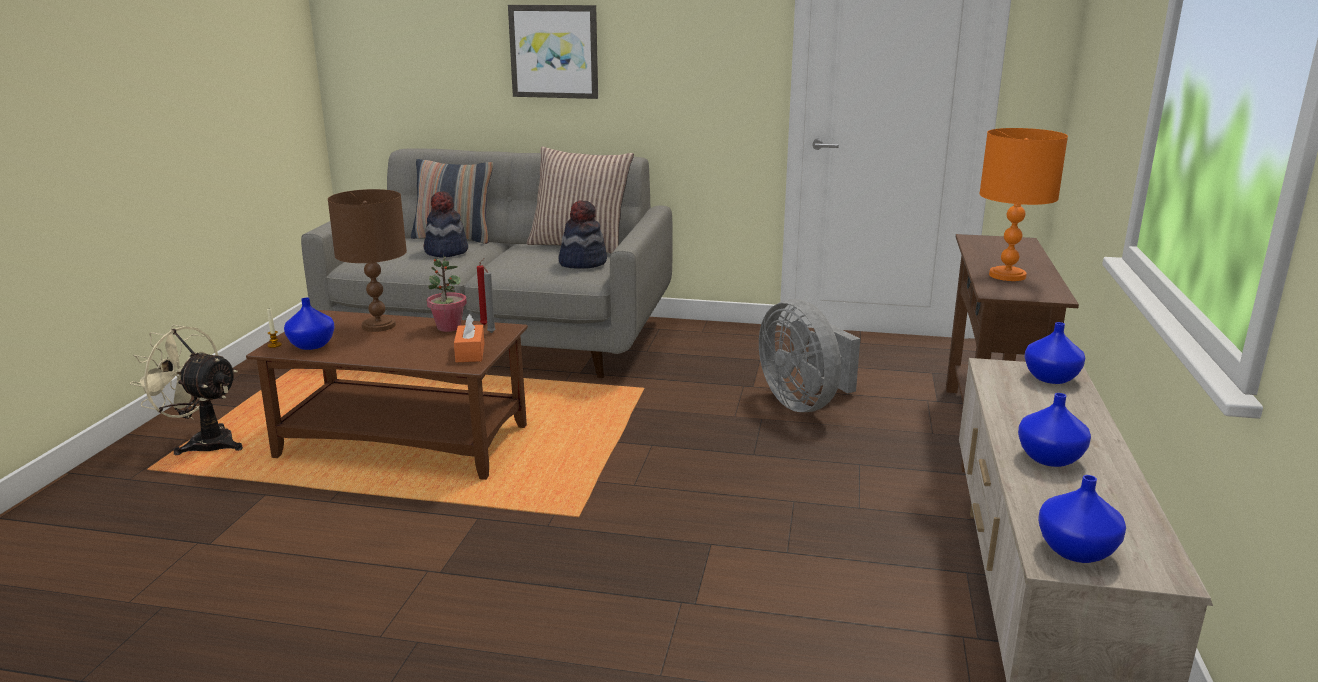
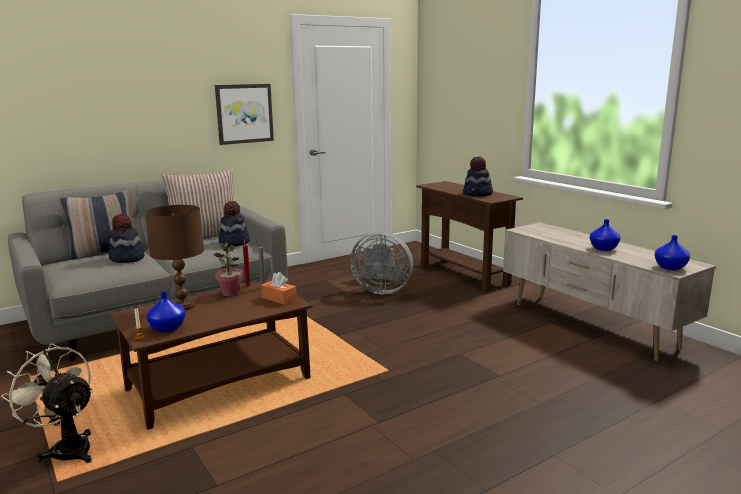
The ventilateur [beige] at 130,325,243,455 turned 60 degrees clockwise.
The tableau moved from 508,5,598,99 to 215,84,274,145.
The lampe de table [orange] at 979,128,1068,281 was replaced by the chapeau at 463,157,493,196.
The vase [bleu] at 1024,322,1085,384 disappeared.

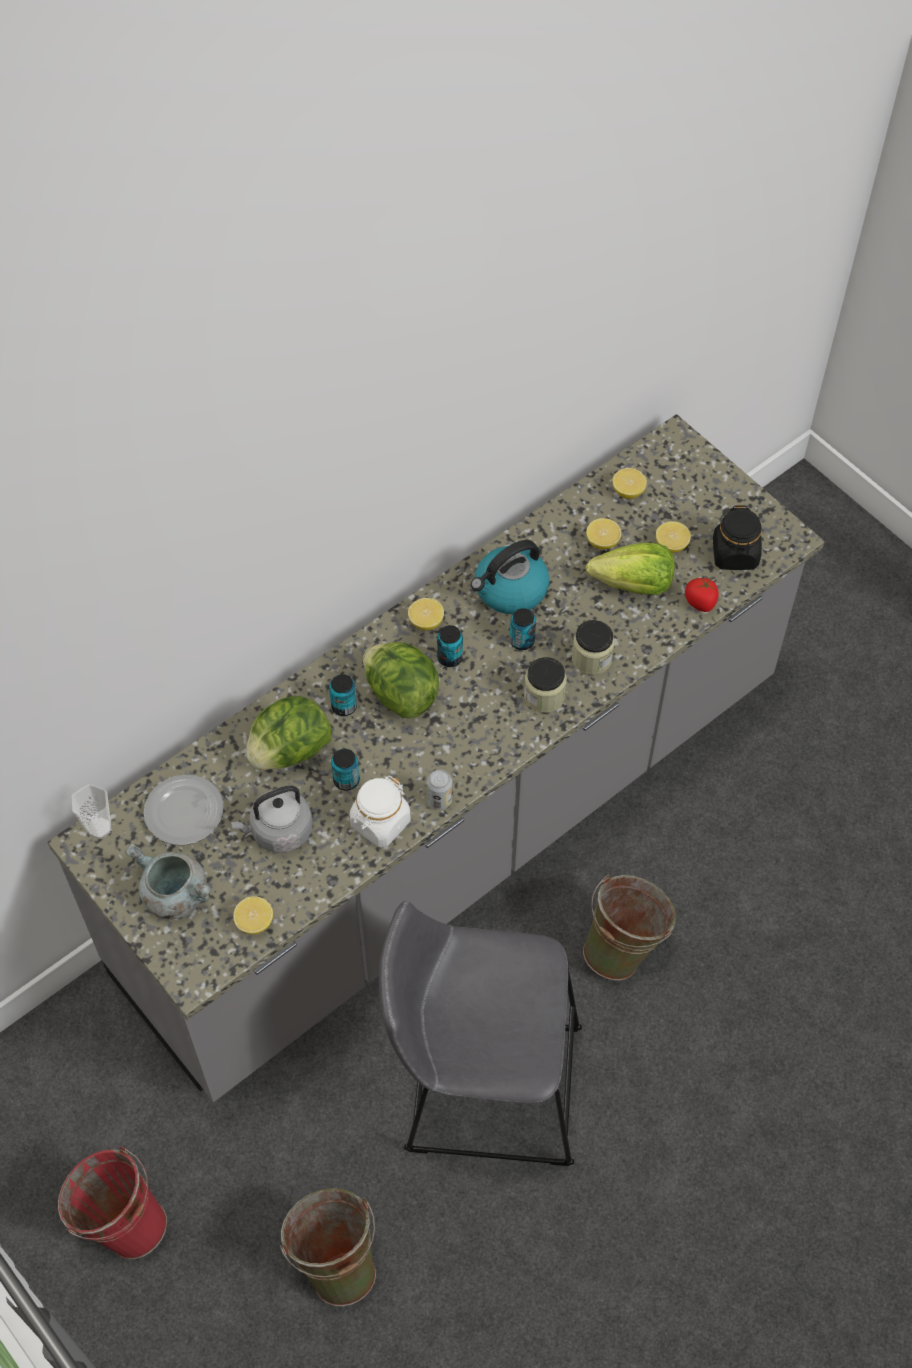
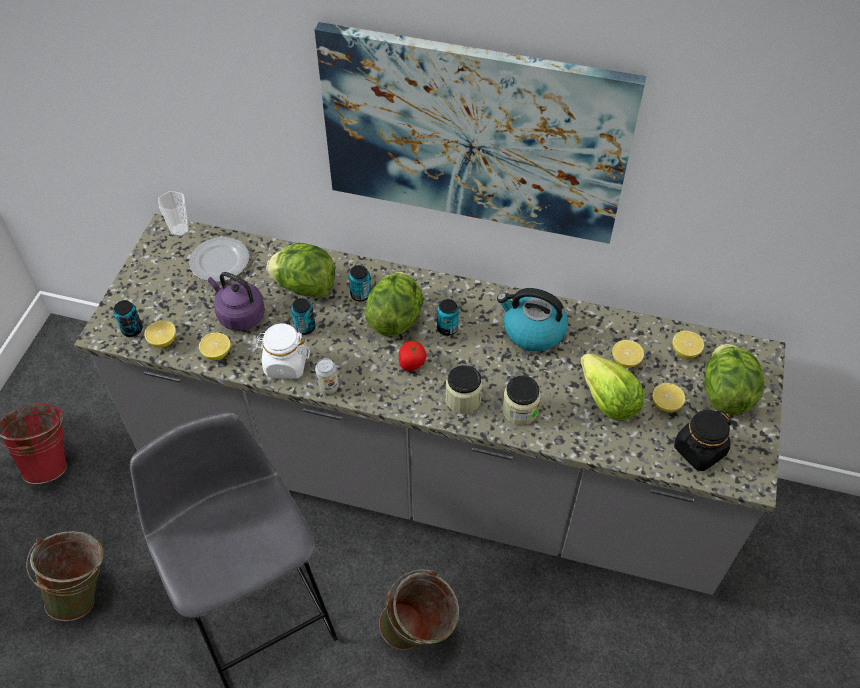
The boîte métallique moved from 510,608,536,650 to 114,300,143,337.
The citron moved from 408,598,444,630 to 199,332,231,360.
The bouilloire [gris] at 230,785,313,853 became the bouilloire [violet] at 208,272,265,331.
The tableau at 315,22,646,244 appeared.
The tomate moved from 685,578,719,612 to 399,341,426,371.
The laitue at 704,344,765,415 appeared.
The marmite [gris] at 125,843,212,920 disappeared.

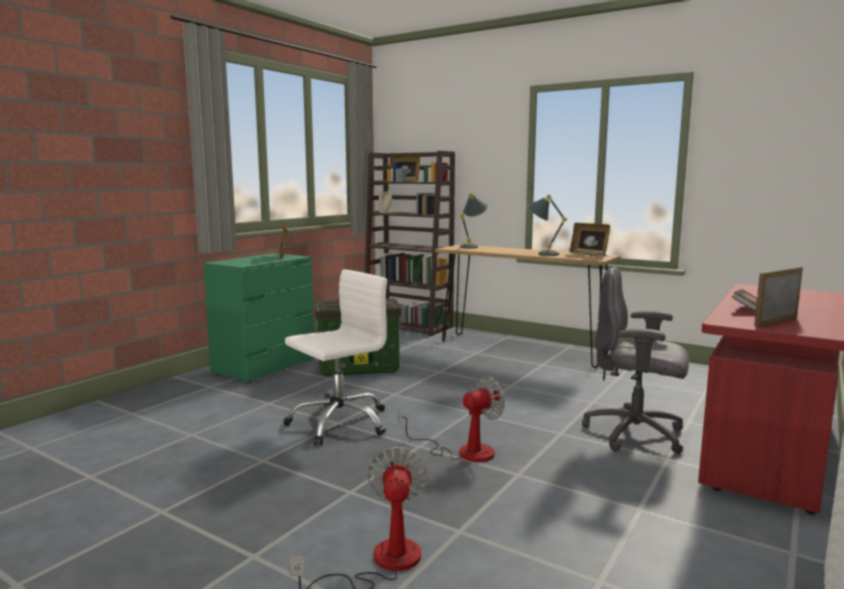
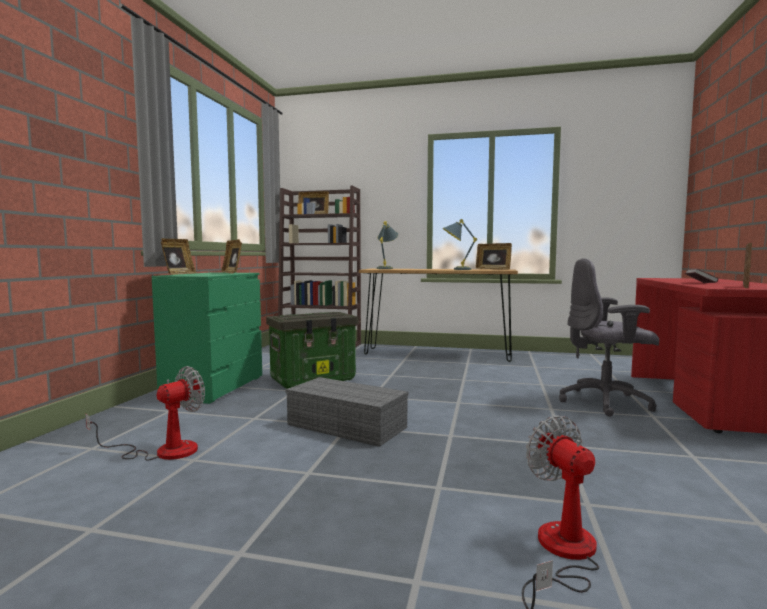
The ventilateur moved from 398,376,505,462 to 85,366,205,461.
The cadre photo at 161,238,197,275 appeared.
The chaise de bureau [blanc] at 283,269,387,445 was replaced by the boîte de rangement [gris] at 285,377,408,447.

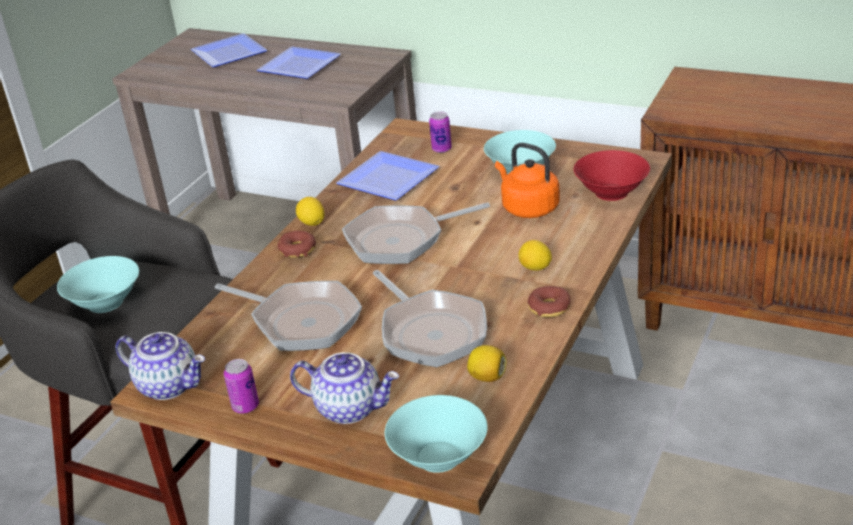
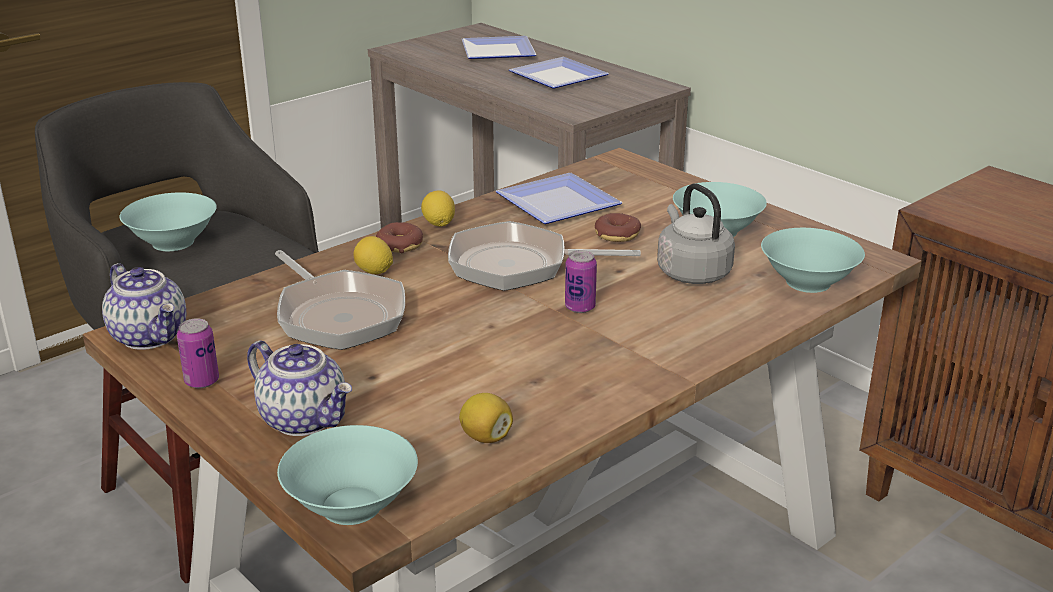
The citron moved from 518,240,552,271 to 354,236,393,274.
The boîte métallique moved from 429,111,452,153 to 565,250,597,313.
The beignet moved from 527,286,571,318 to 595,213,641,242.
The bouilloire [orange] at 495,143,560,218 became the bouilloire [gris] at 657,183,735,284.
The bol [rouge] at 574,150,650,201 became the bol [turquoise] at 761,228,865,293.
The poêle at 373,270,487,367 disappeared.

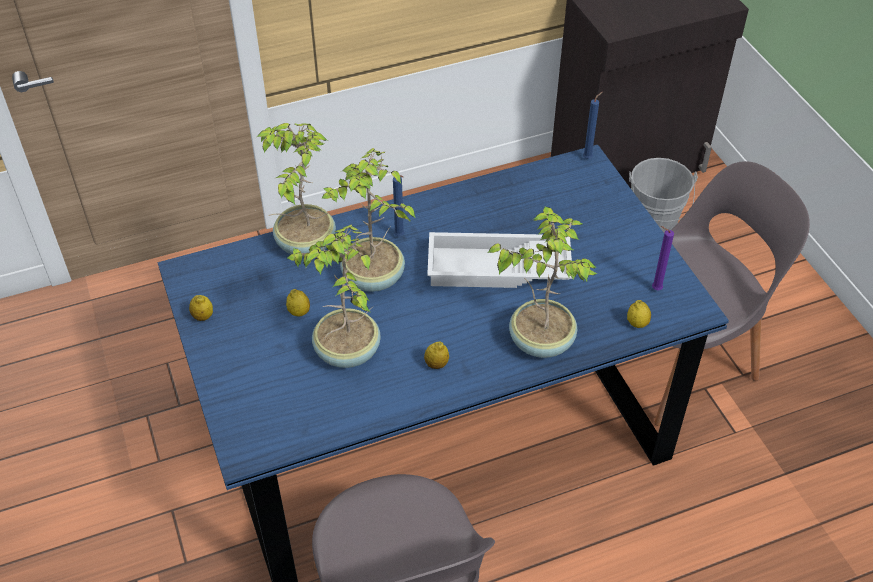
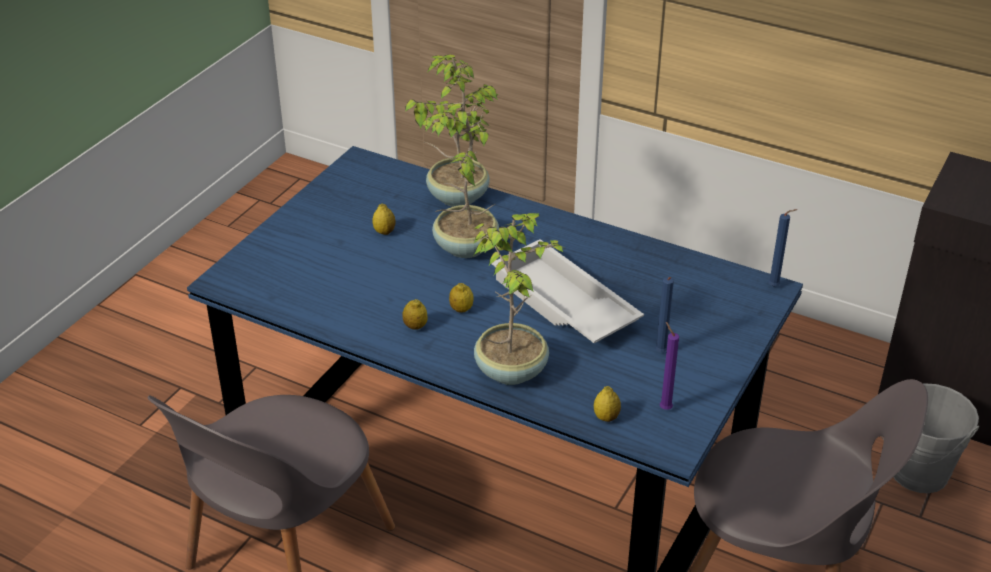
The citron moved from 189,295,213,321 to 449,283,474,312.
The bougie [bleu] moved from 393,175,405,236 to 655,277,674,352.
The plante en pot at 288,224,381,368 disappeared.

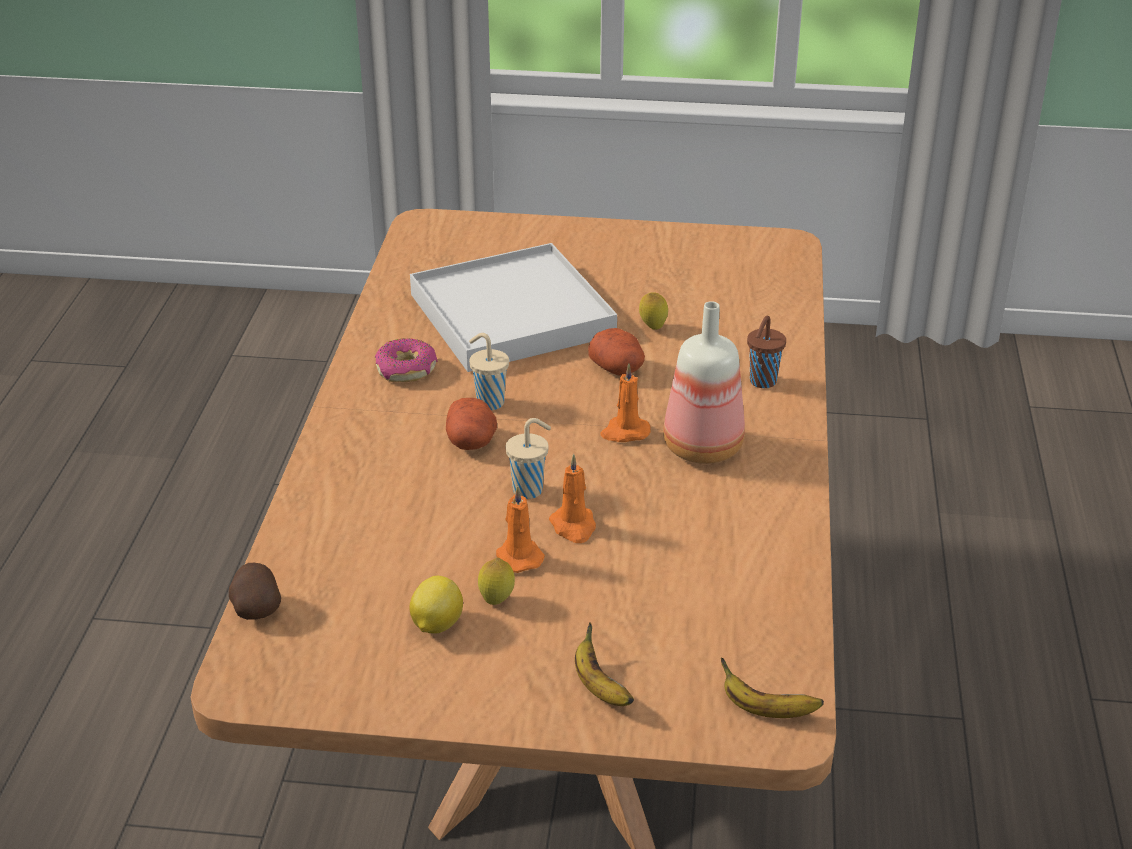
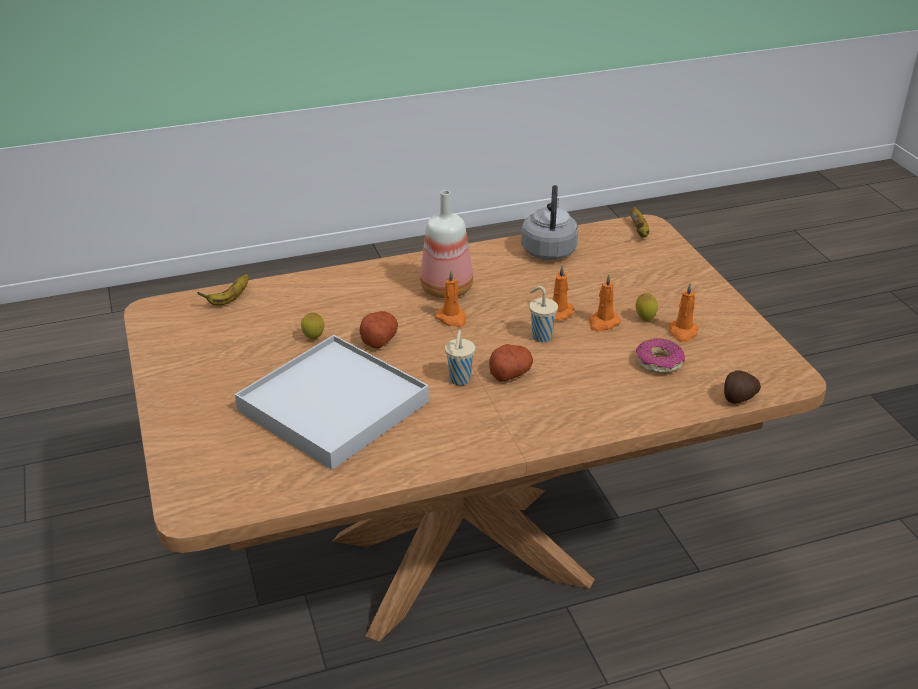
The banane moved from 575,622,634,706 to 197,274,249,306.
The bouilloire [gris] at 521,185,578,260 appeared.
The beignet moved from 375,338,437,382 to 636,338,685,374.
The citron at 410,576,463,634 was replaced by the bougie [orange] at 669,283,699,342.
The tasse [marron] at 747,316,786,388 disappeared.

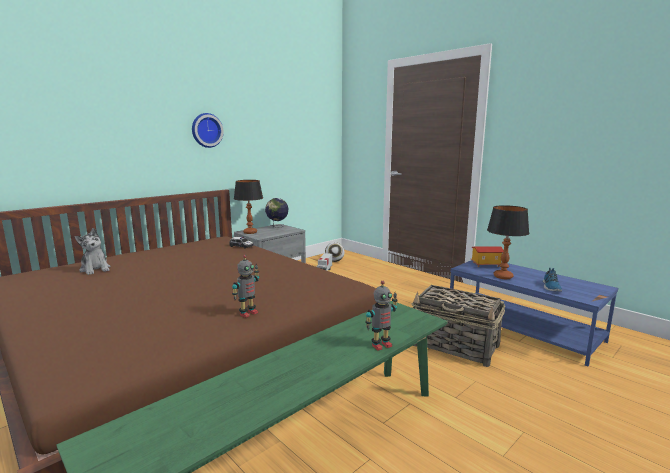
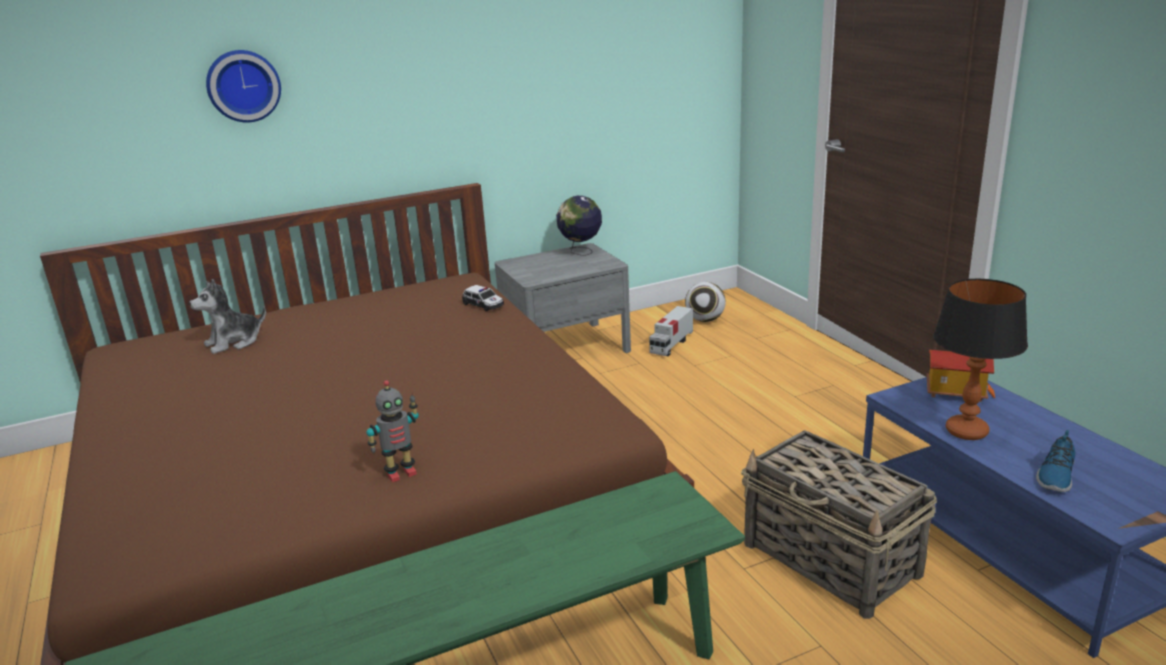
The peluche at 75,228,110,275 turned 75 degrees clockwise.
The horloge murale moved from 192,113,224,148 to 206,50,281,123.
The lampe de table at 234,180,263,234 disappeared.
The robot jouet at 365,281,398,351 disappeared.

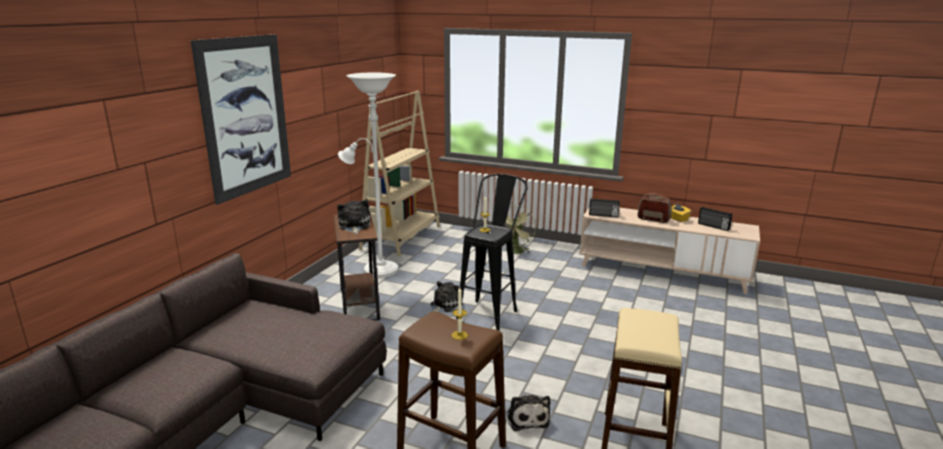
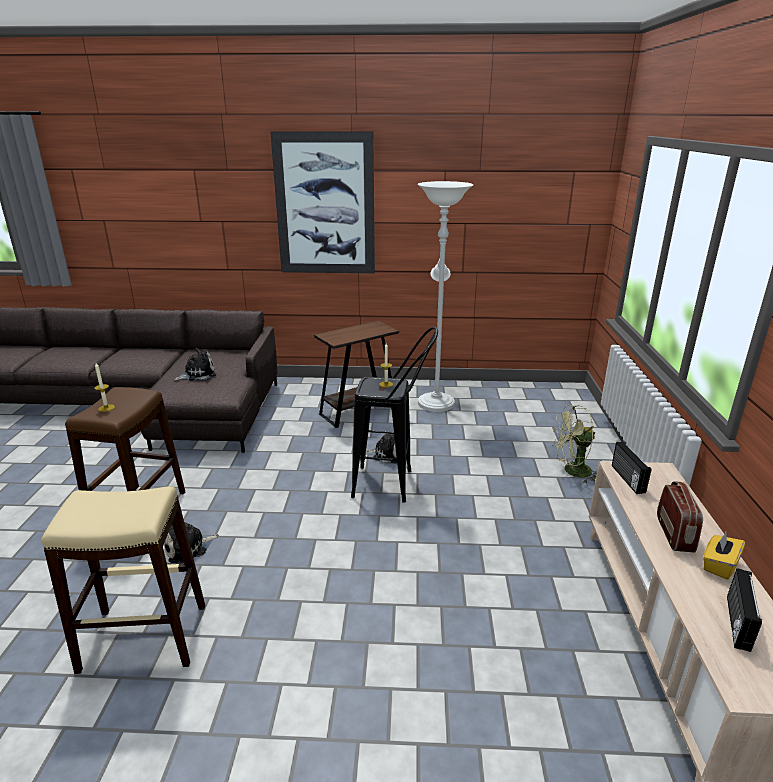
The peluche moved from 337,200,371,234 to 174,348,216,381.
The bibliothèque [beige] at 359,91,440,257 disappeared.

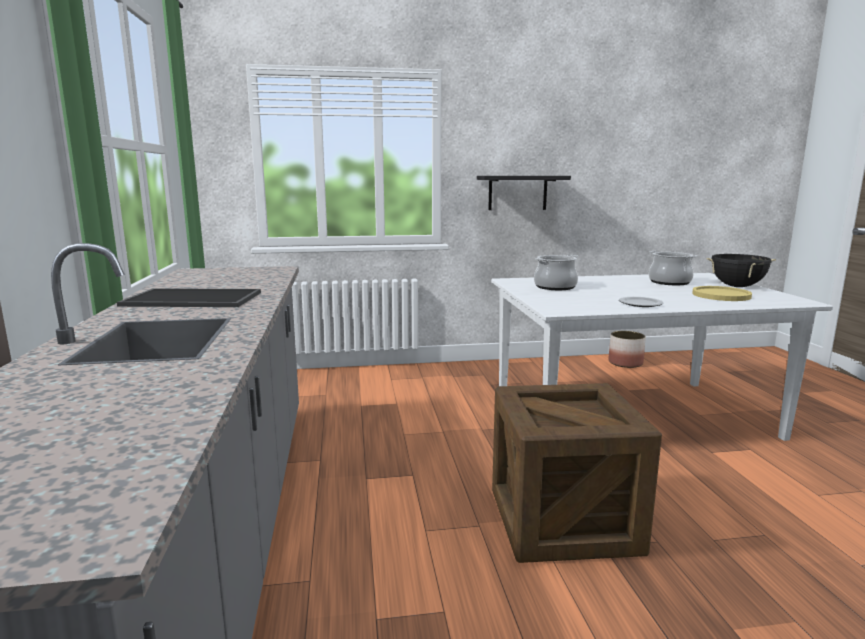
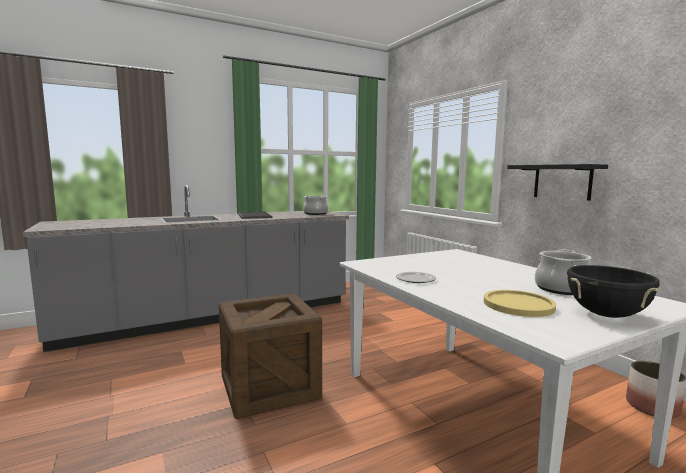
The marmite moved from 534,255,578,290 to 303,195,328,215.

